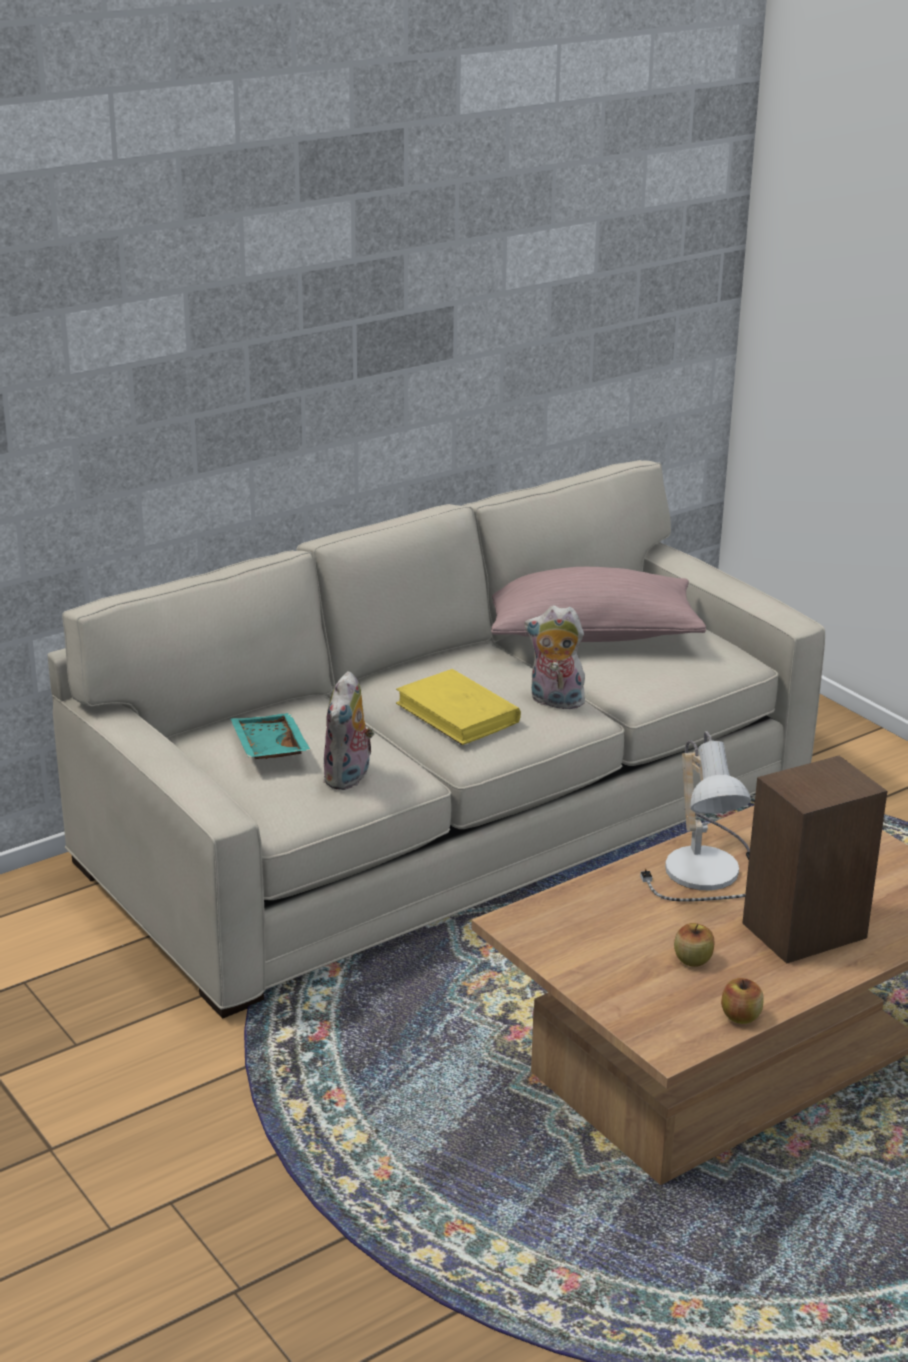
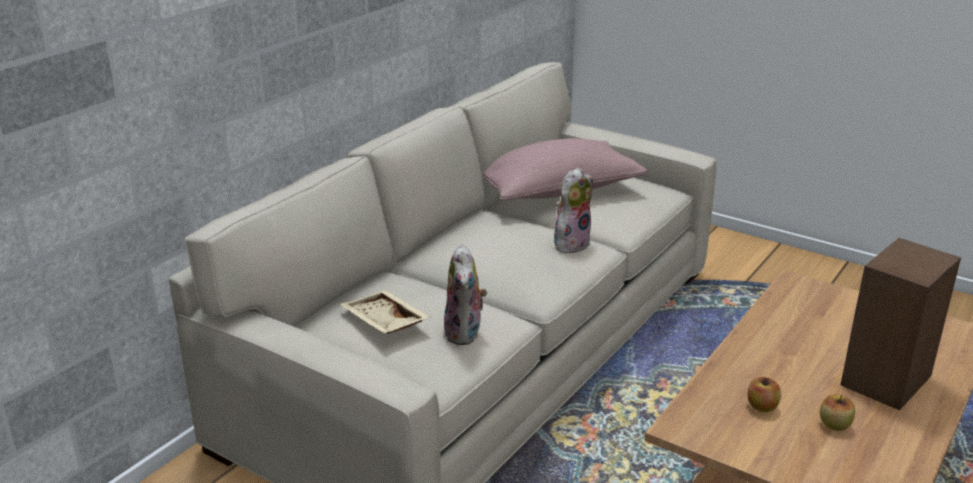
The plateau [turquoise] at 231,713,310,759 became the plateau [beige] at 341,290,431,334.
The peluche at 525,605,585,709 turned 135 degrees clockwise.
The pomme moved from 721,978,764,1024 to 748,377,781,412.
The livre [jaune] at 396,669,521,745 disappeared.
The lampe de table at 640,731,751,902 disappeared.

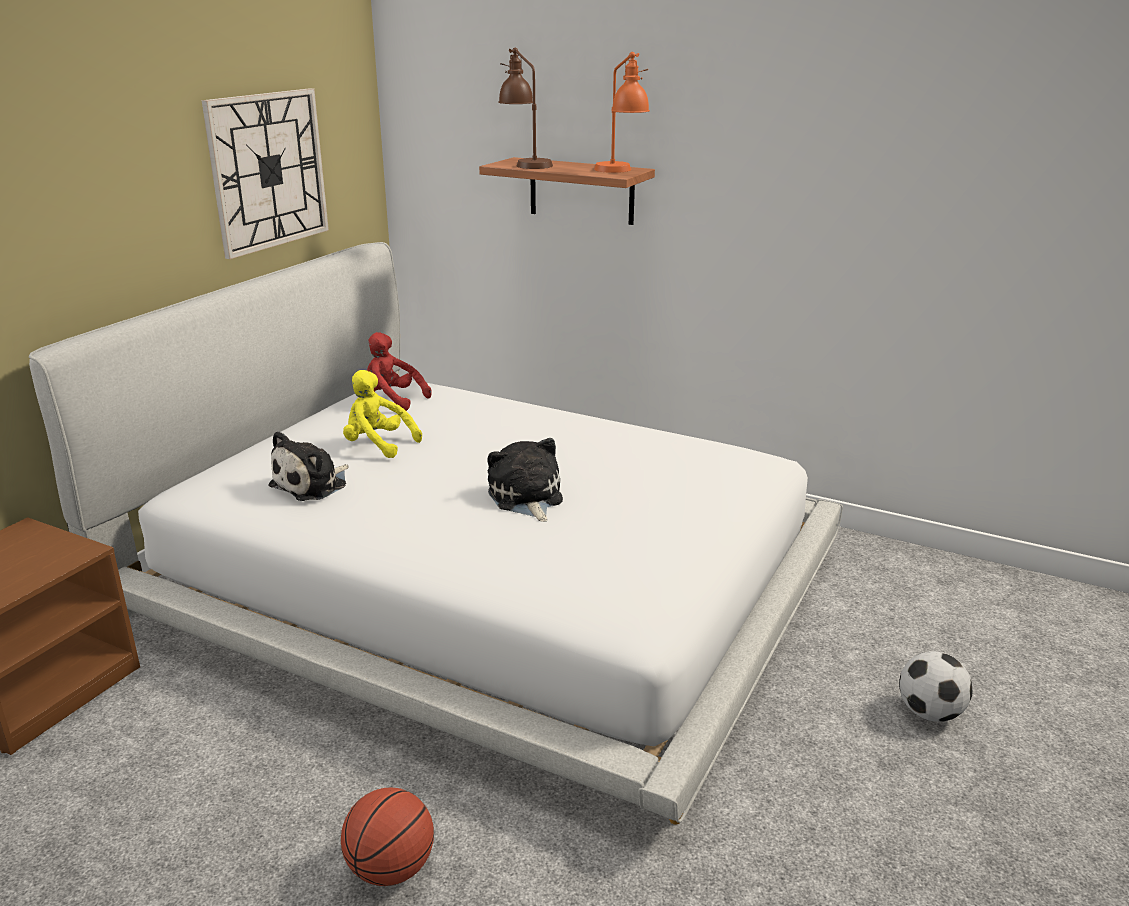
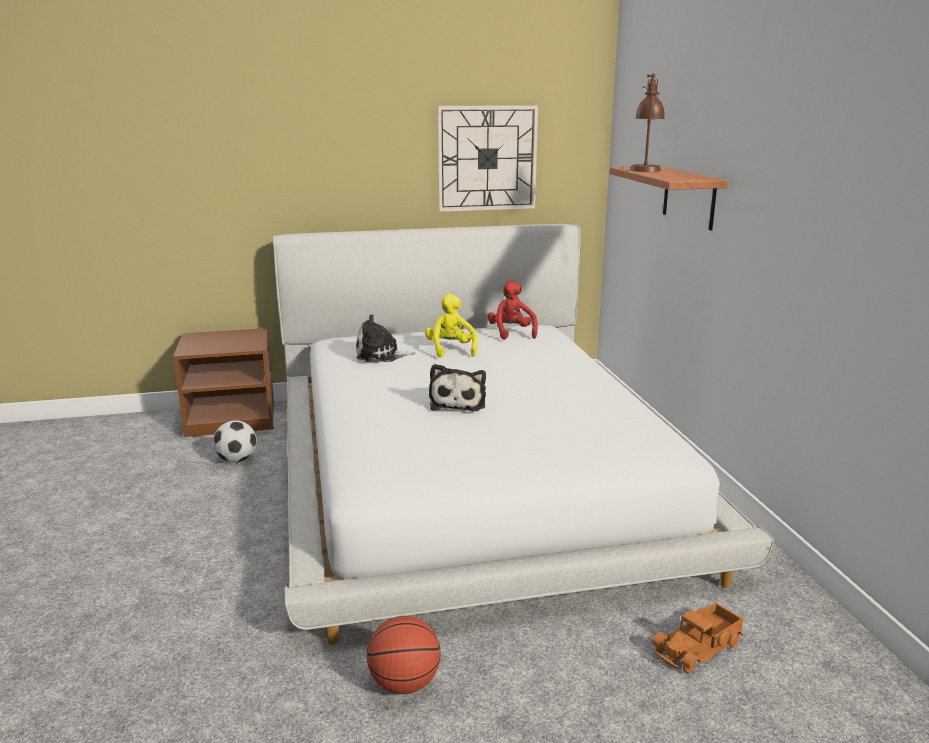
The ballon de foot moved from 900,651,973,722 to 213,420,257,463.
The ballon de basket moved from 341,788,434,886 to 367,616,440,694.
The peluche at 487,438,563,522 turned 150 degrees clockwise.
The camion jouet at 652,603,744,673 appeared.
The lampe de table [orange] at 594,52,650,173 disappeared.

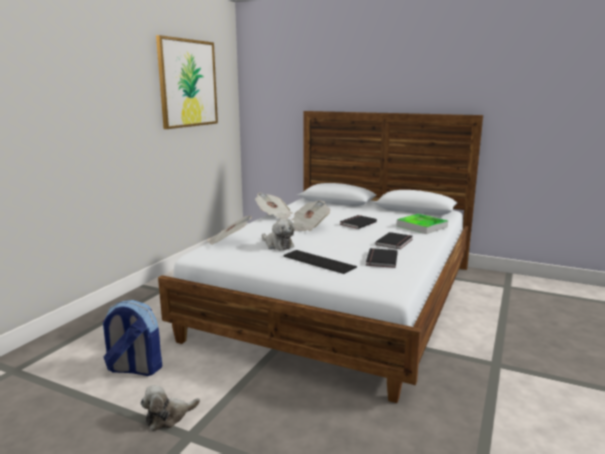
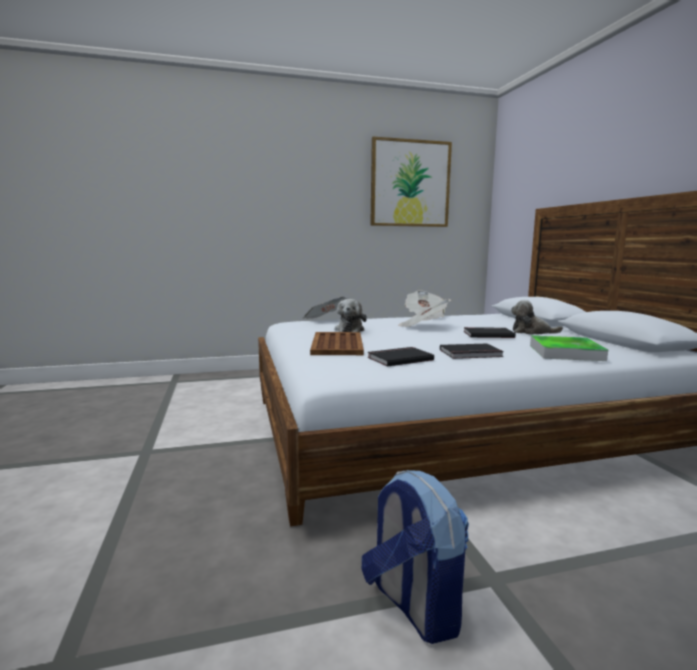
The clavier at 284,250,357,274 was replaced by the plateau [marron] at 310,332,364,355.
The sac à dos moved from 102,300,162,376 to 362,470,469,644.
The peluche moved from 140,385,200,431 to 511,300,563,334.

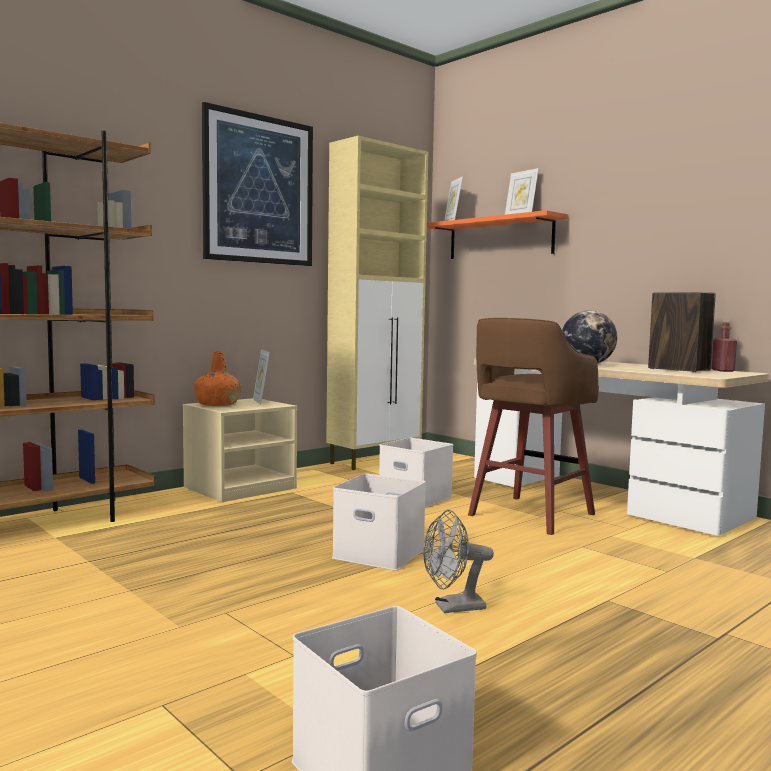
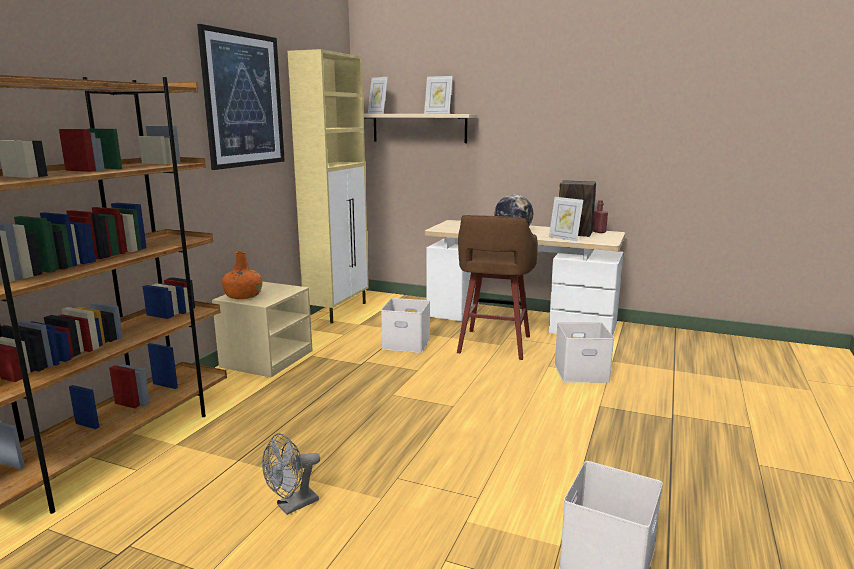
The ventilateur [gris] moved from 423,510,494,613 to 262,433,320,515.
The étagère [orange] at 427,210,568,259 became the étagère [beige] at 364,114,478,143.
The cadre photo moved from 253,350,270,404 to 549,197,583,241.
The boîte de rangement [blanc] moved from 332,473,426,571 to 554,322,614,383.

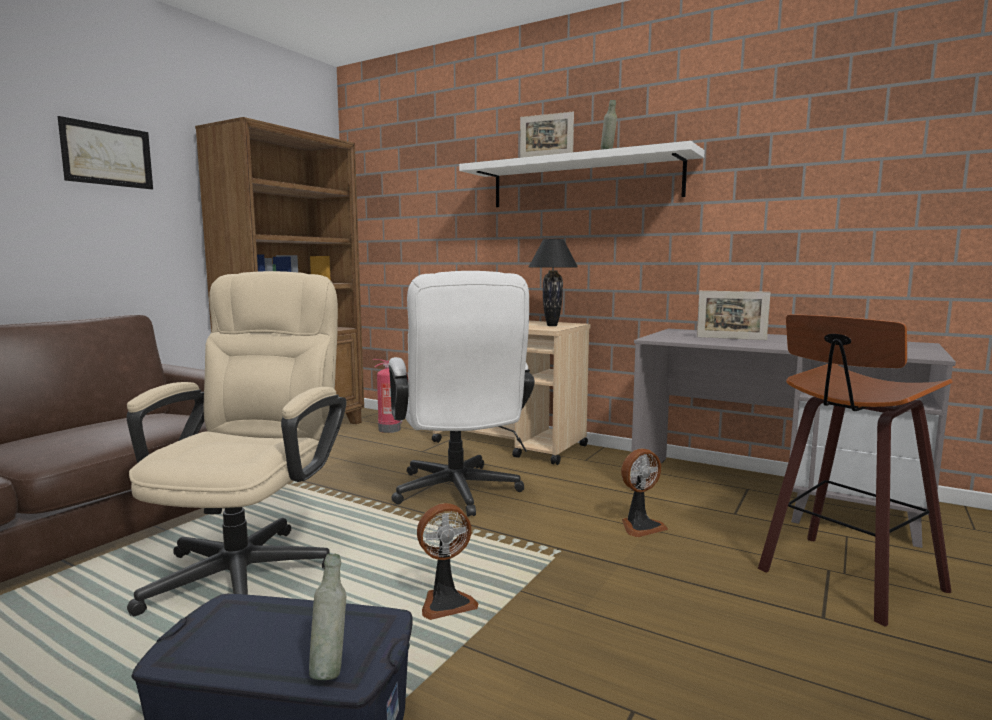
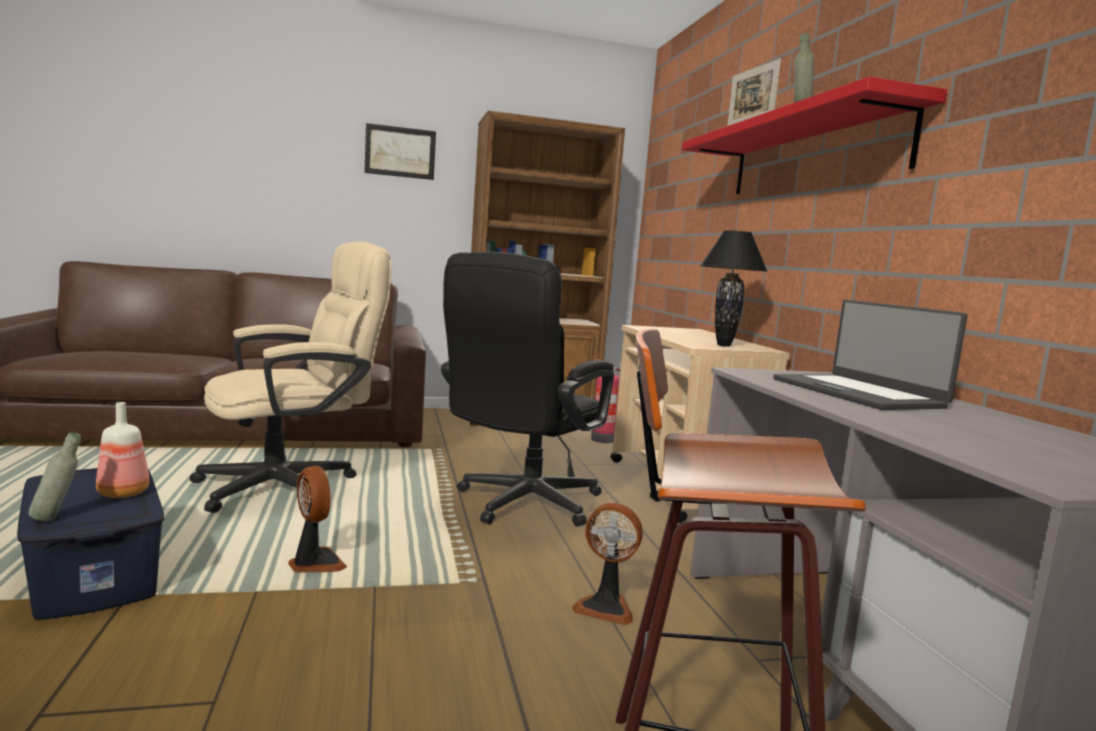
The bouteille at 96,402,150,498 appeared.
The ventilateur at 417,503,478,620 turned 150 degrees counterclockwise.
The chaise de bureau [blanc] at 389,271,535,517 became the chaise de bureau [noir] at 441,252,614,526.
The étagère [blanc] at 459,141,705,207 became the étagère [rouge] at 682,76,947,194.
The cadre photo at 697,291,771,340 was replaced by the ordinateur portable at 773,300,967,410.

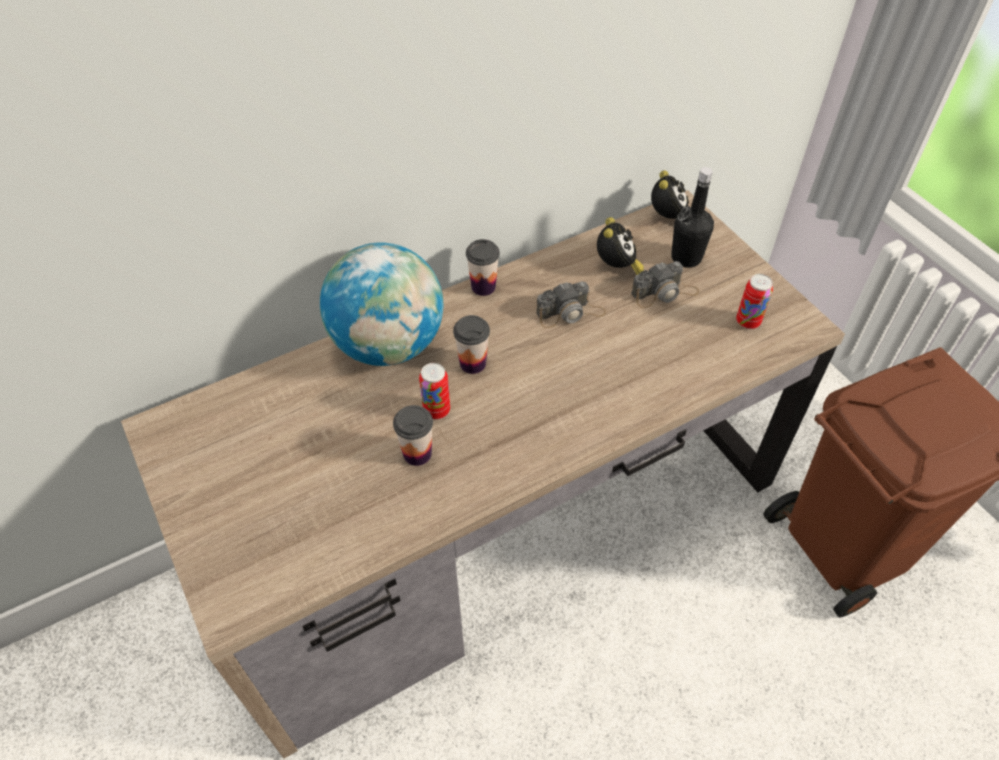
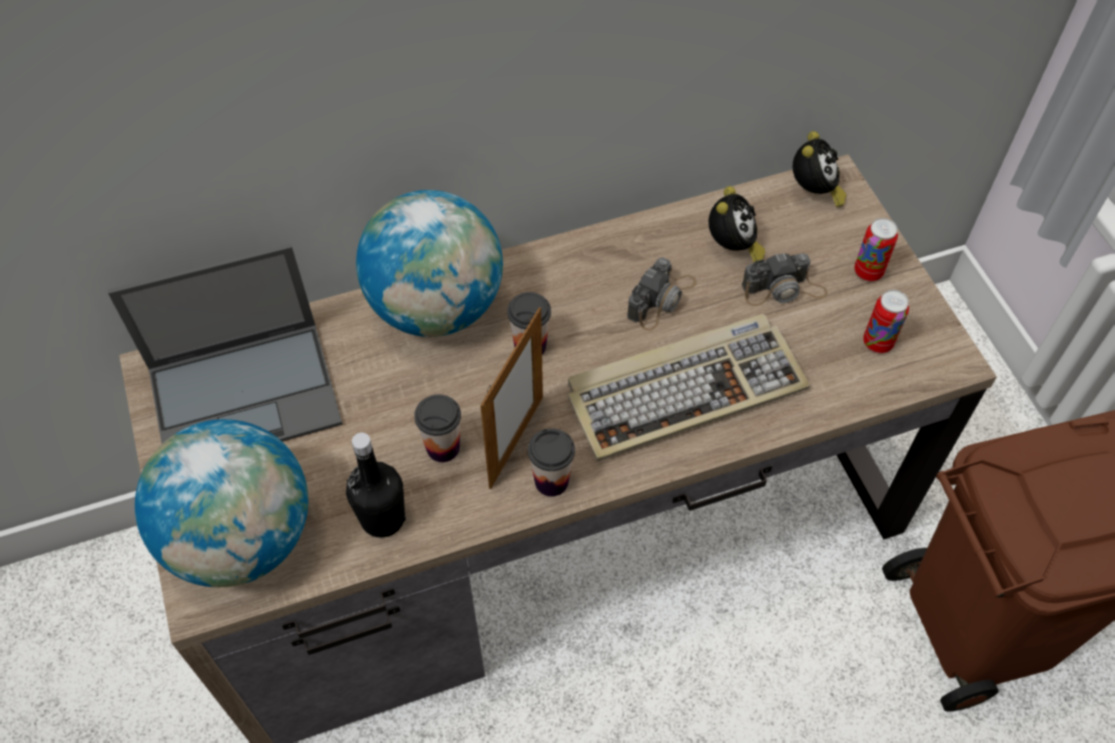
The ordinateur portable at 108,244,342,444 appeared.
The globe at 135,419,308,587 appeared.
The bouteille [noir] moved from 671,167,714,268 to 346,433,406,538.
The cadre photo at 480,307,543,489 appeared.
The tasse moved from 466,239,500,296 to 528,428,575,496.
The clavier at 568,314,810,461 appeared.
The appareil photo at 536,281,606,328 turned 45 degrees counterclockwise.
The boîte métallique moved from 419,363,450,420 to 854,218,898,282.

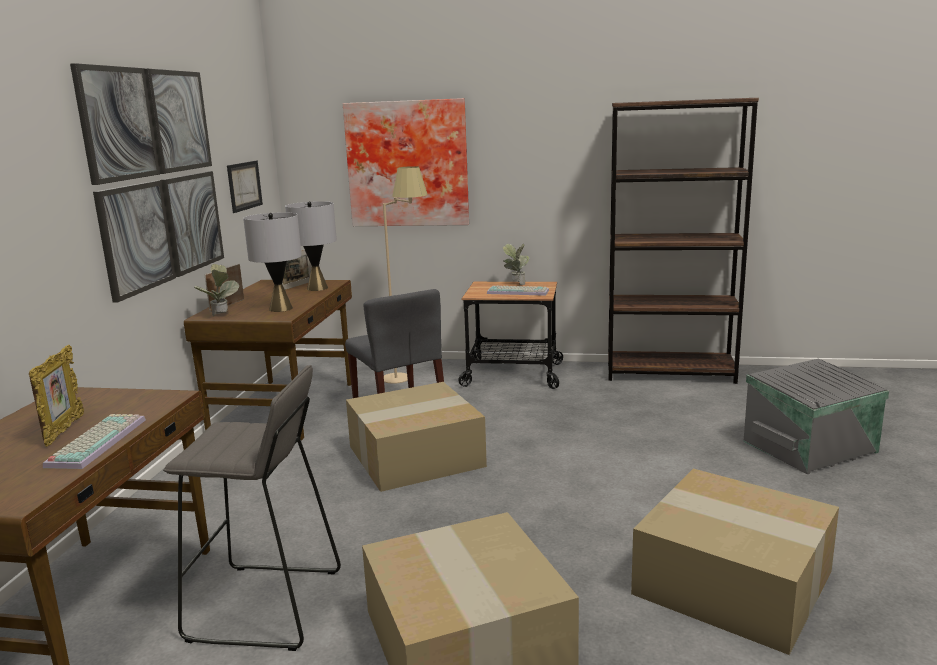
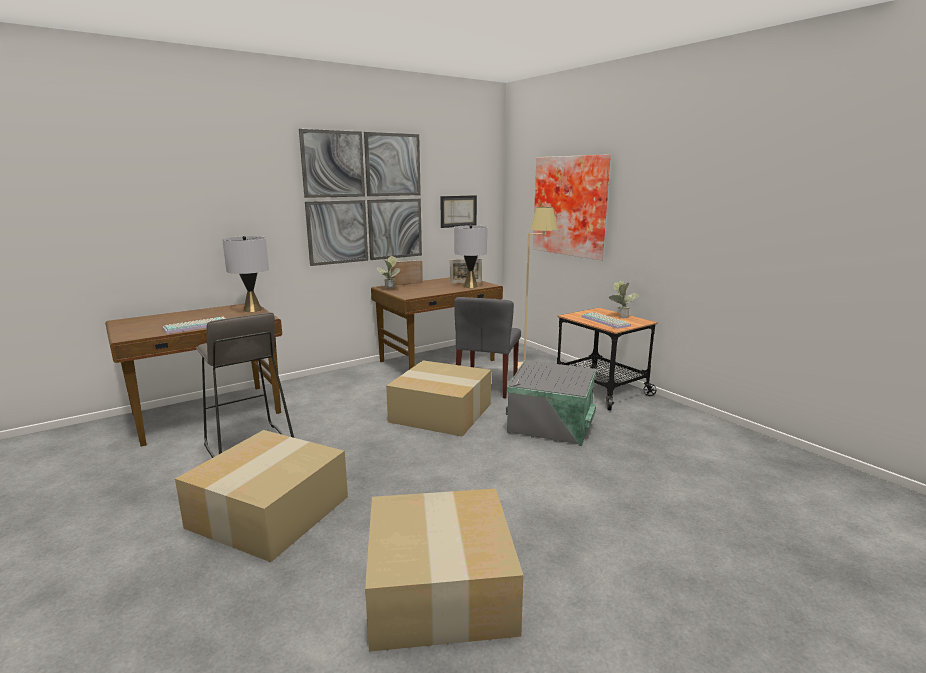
The lampe de table [gris] moved from 243,212,302,312 to 222,236,269,312.
The boîte de rangement [gris] moved from 743,359,889,474 to 506,360,596,446.
The cadre photo at 29,345,84,447 disappeared.
The bibliothèque [marron] at 608,98,759,384 disappeared.

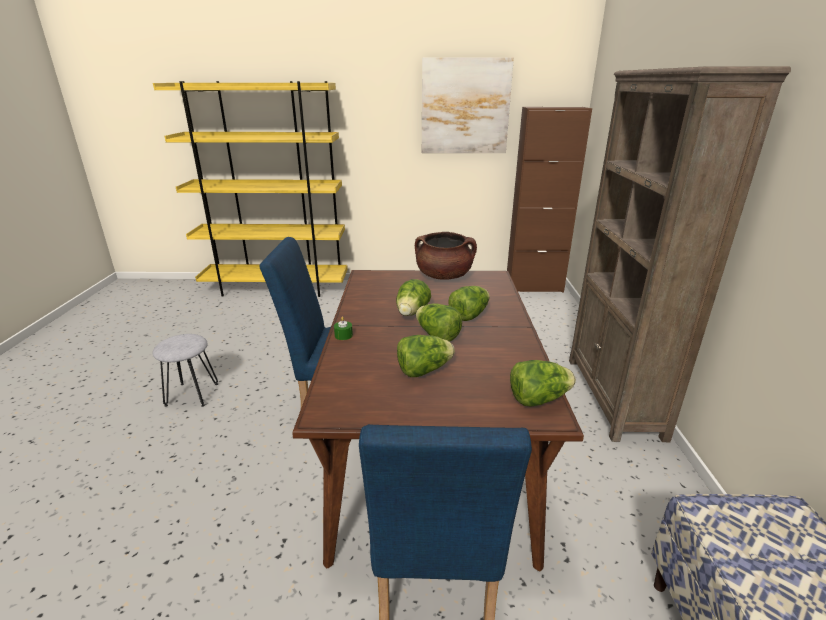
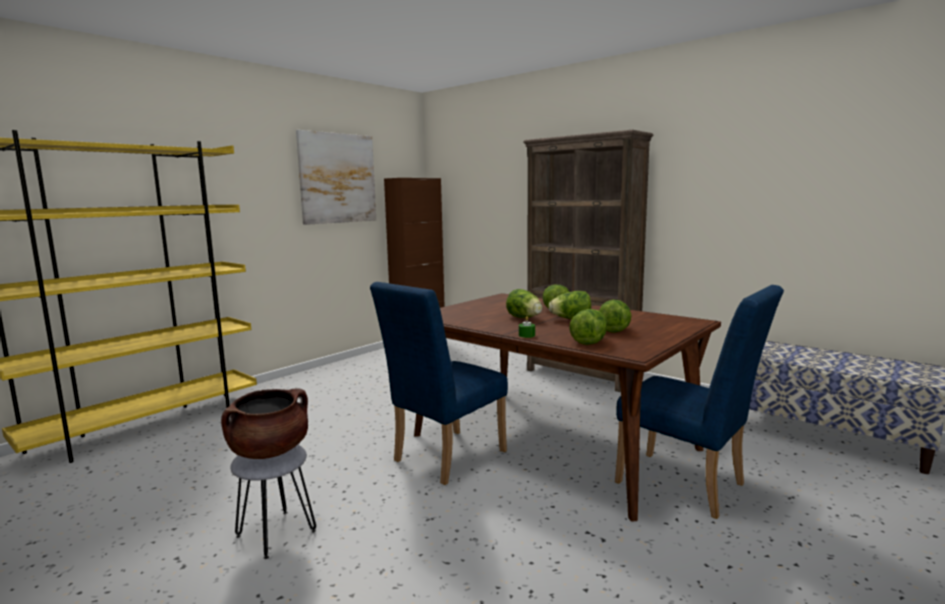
The marmite [marron] moved from 415,232,477,280 to 221,388,308,459.
The laitue moved from 510,360,576,407 to 569,309,607,345.

